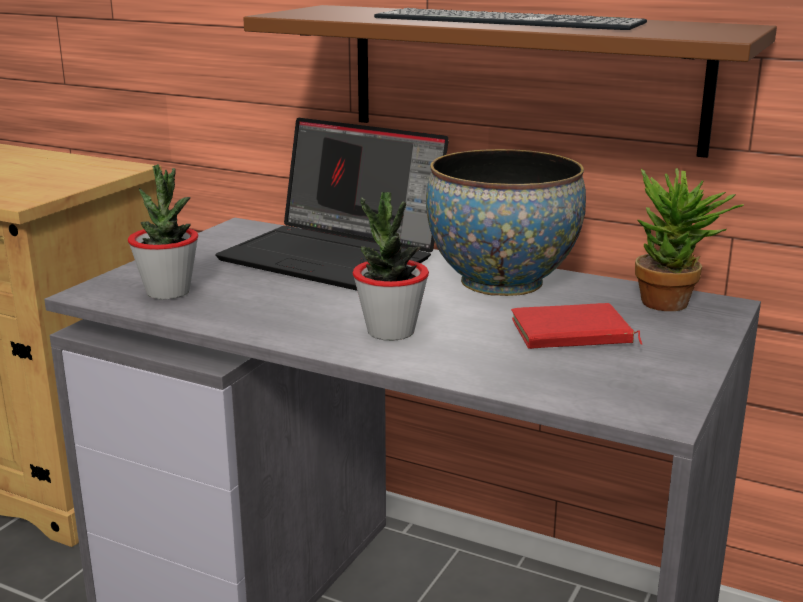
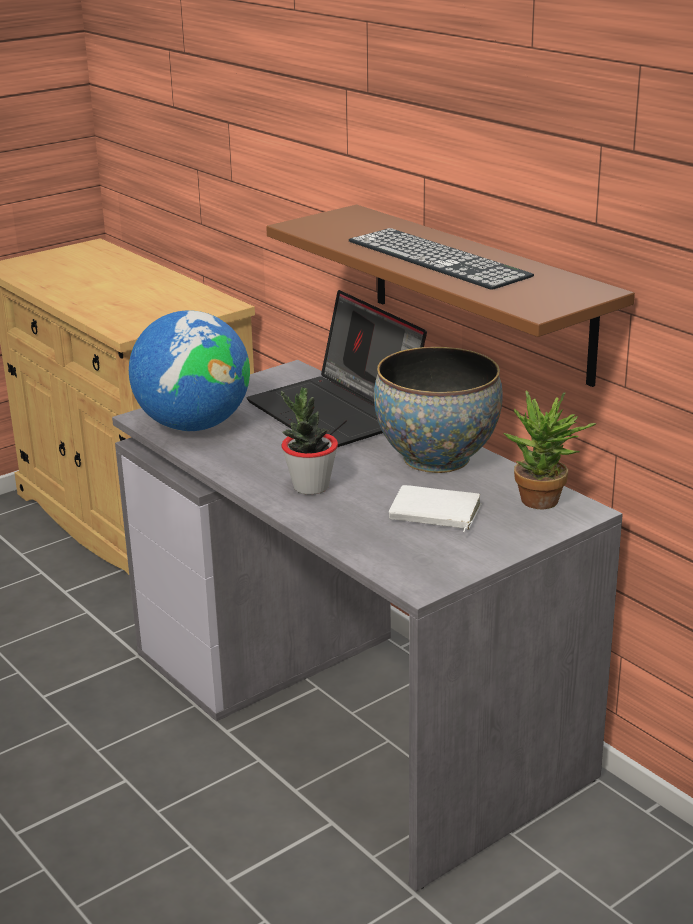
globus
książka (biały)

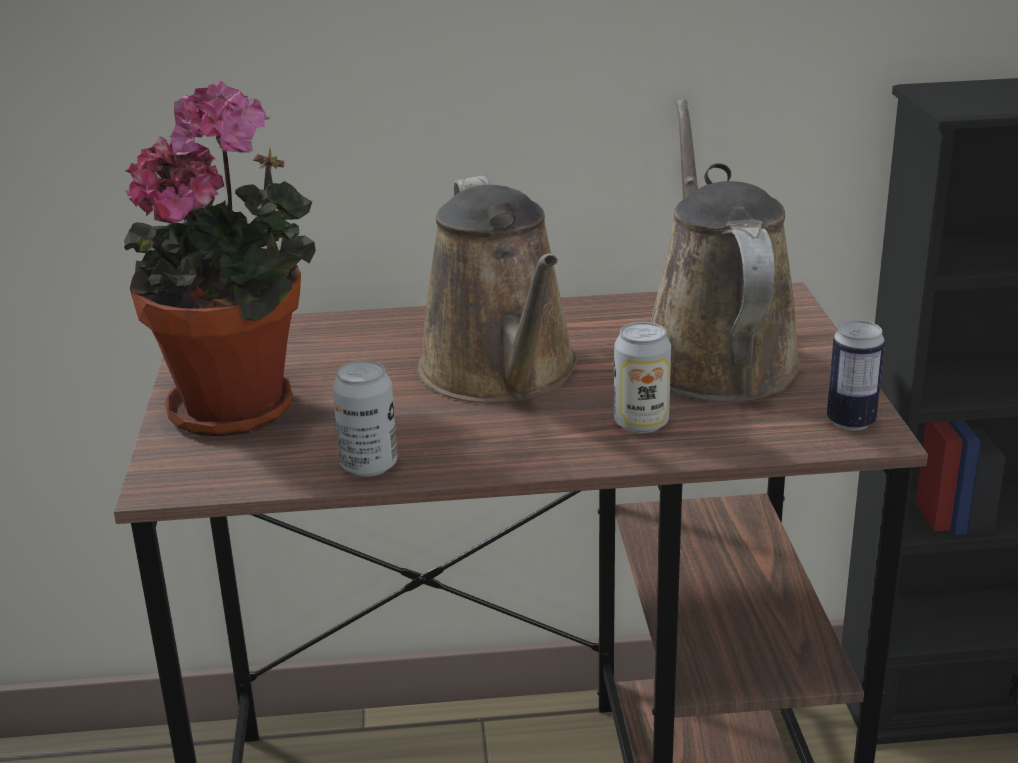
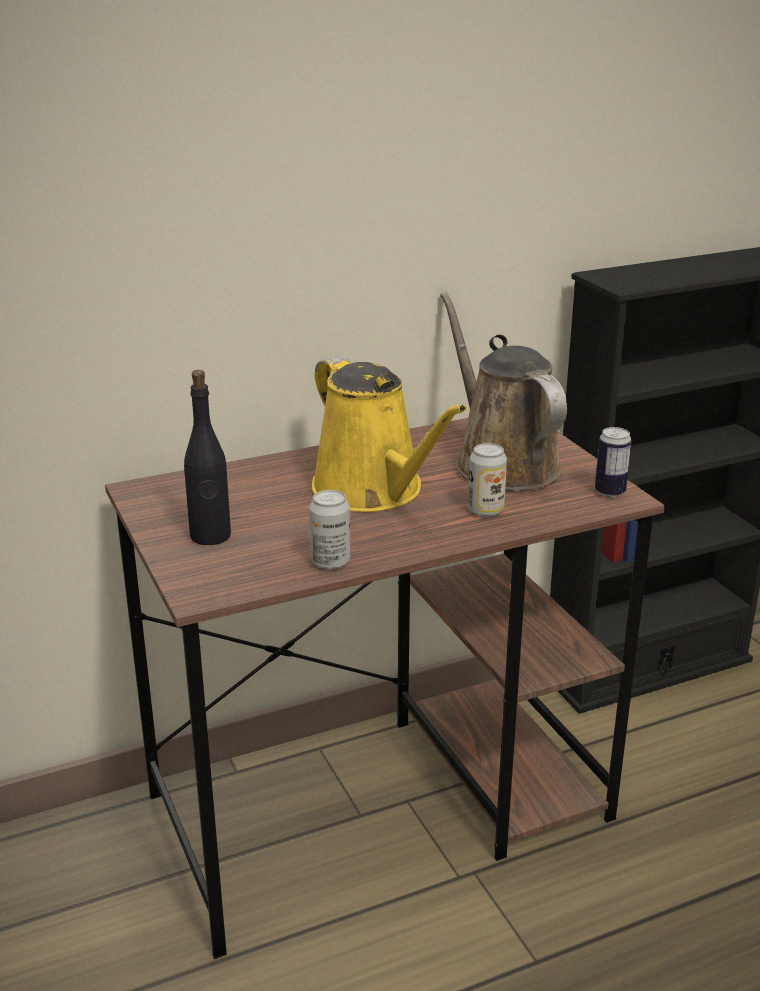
butelka (czarny)
konewka (żółty)

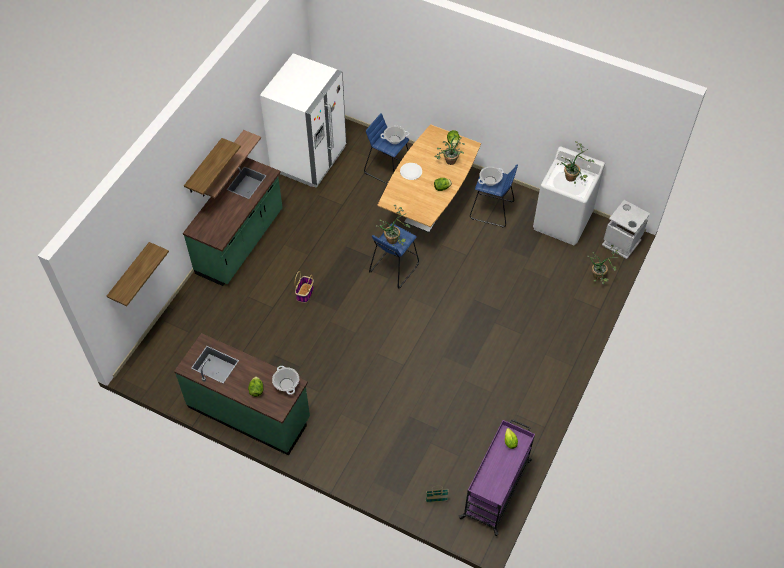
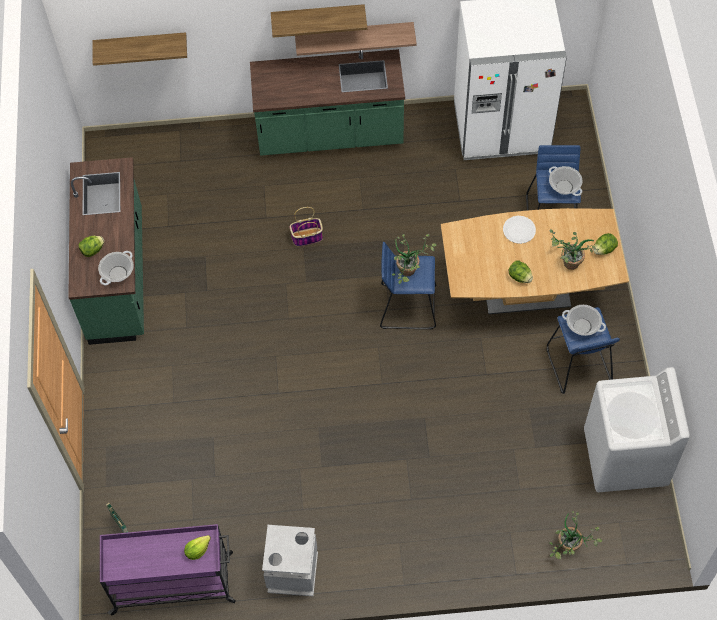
roślina doniczkowa (no. 3 from left in the first image)
kosz na śmieci (szary)

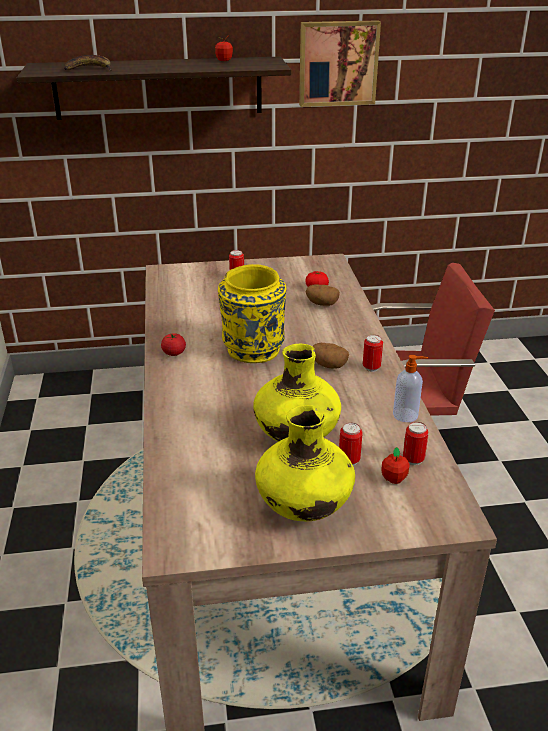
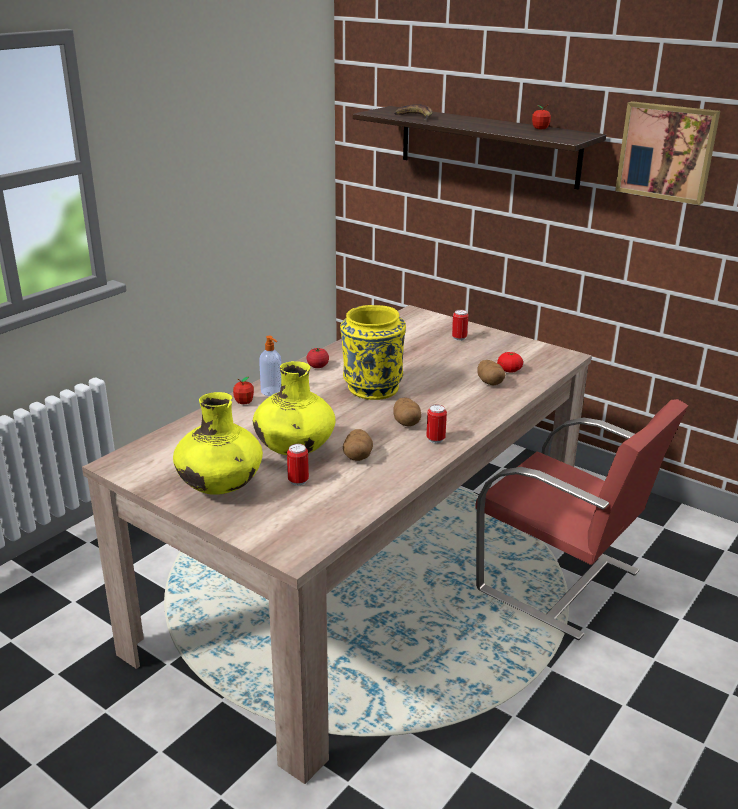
dozownik mydła
puszka (no. 4 from left in the first image)
jabłko (no. 1 from left)
ziemniak (no. 1 from left)

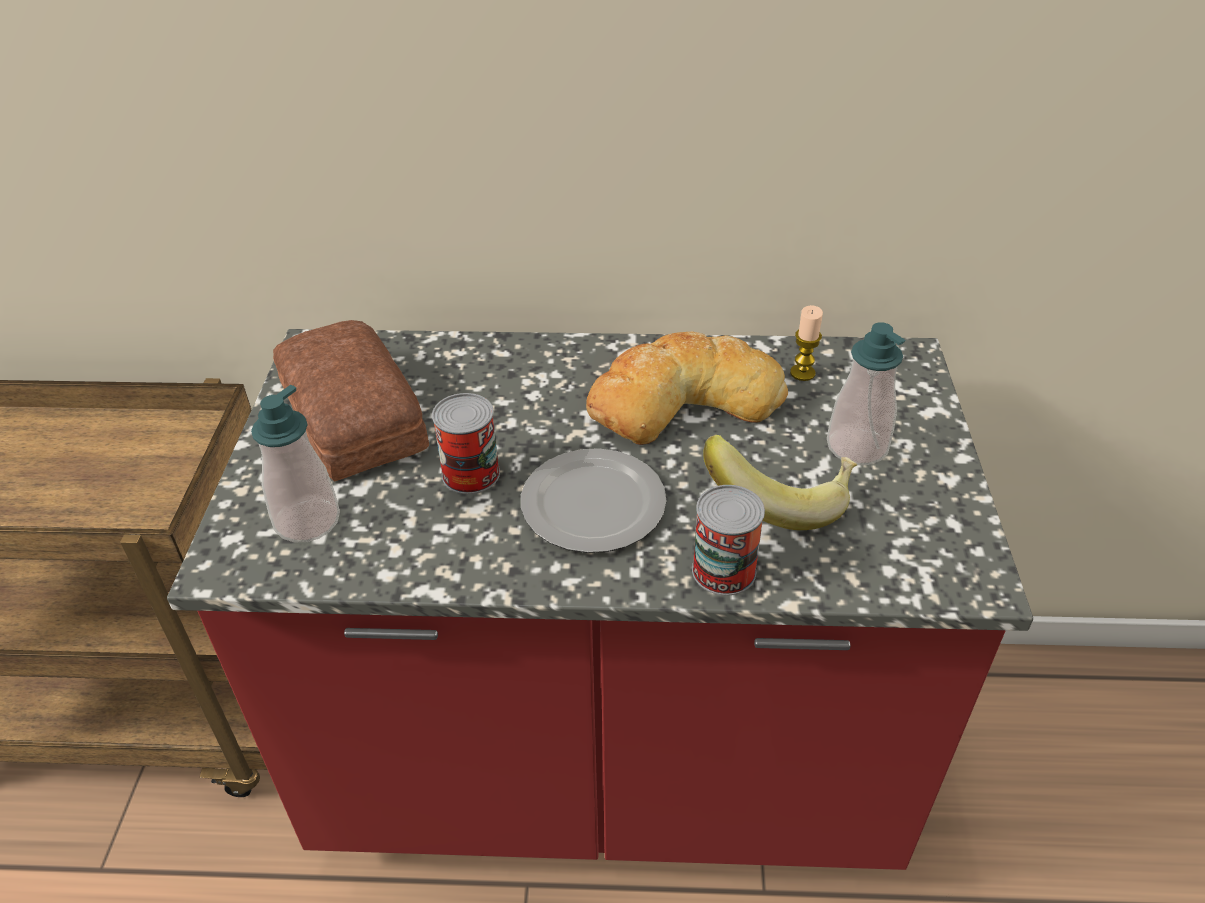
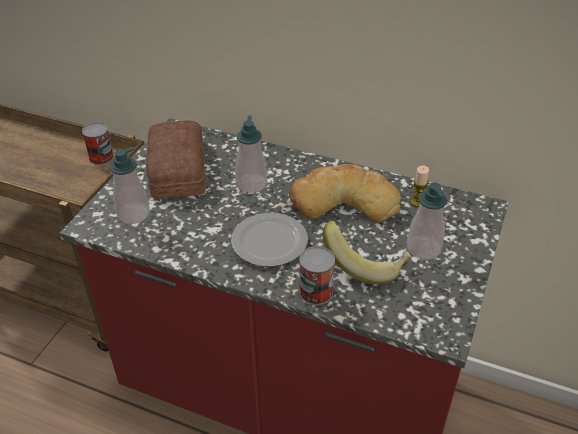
puszka (no. 1 from left)
dozownik mydła (no. 2 from left)

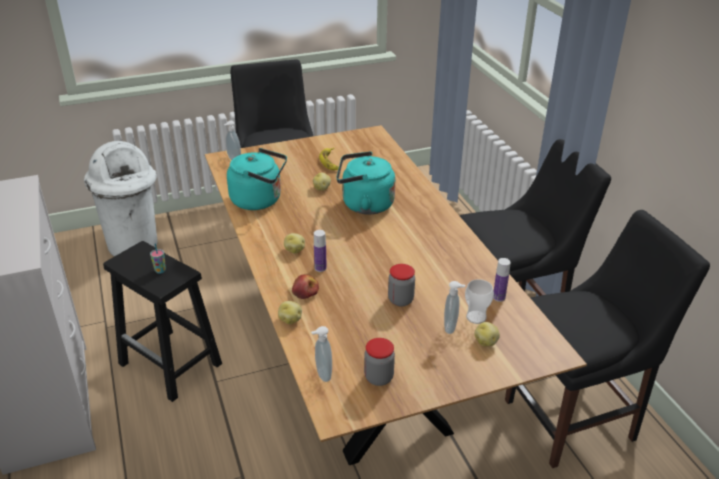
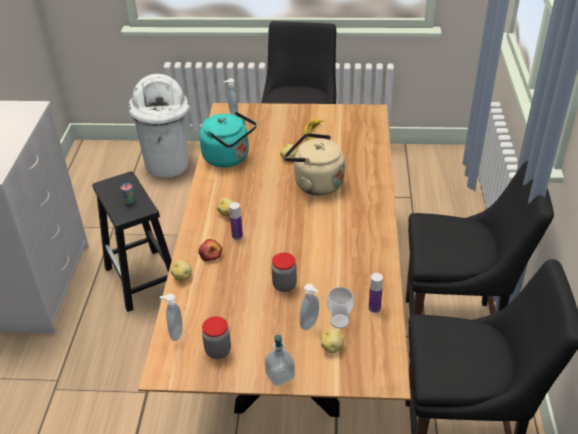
czajnik (beżowy)
dozownik mydła (no. 3 from left)

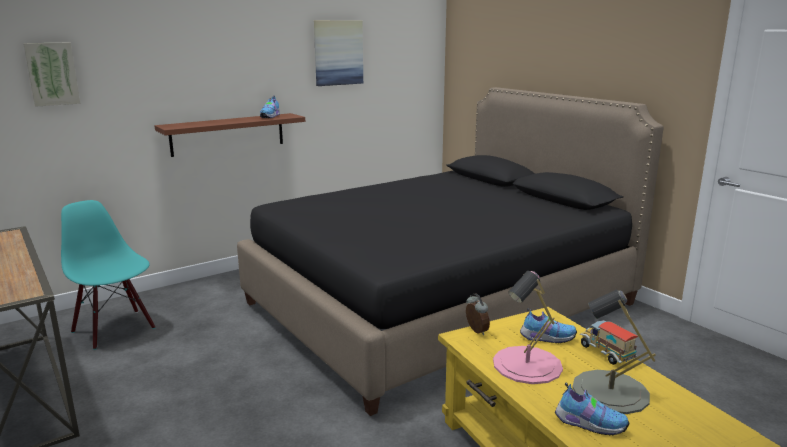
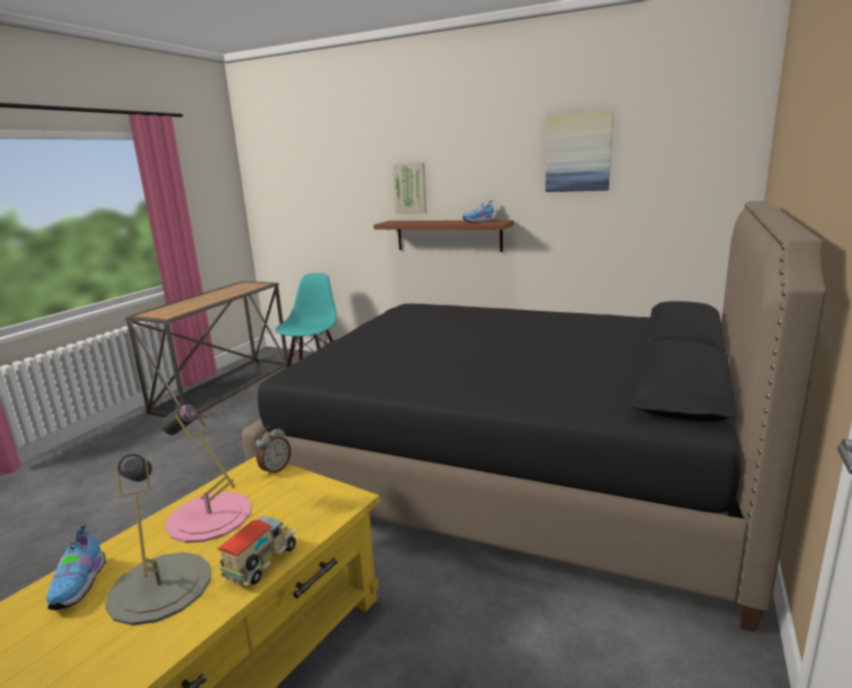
obraz (no. 1 from left)
but (no. 2 from left in the first image)

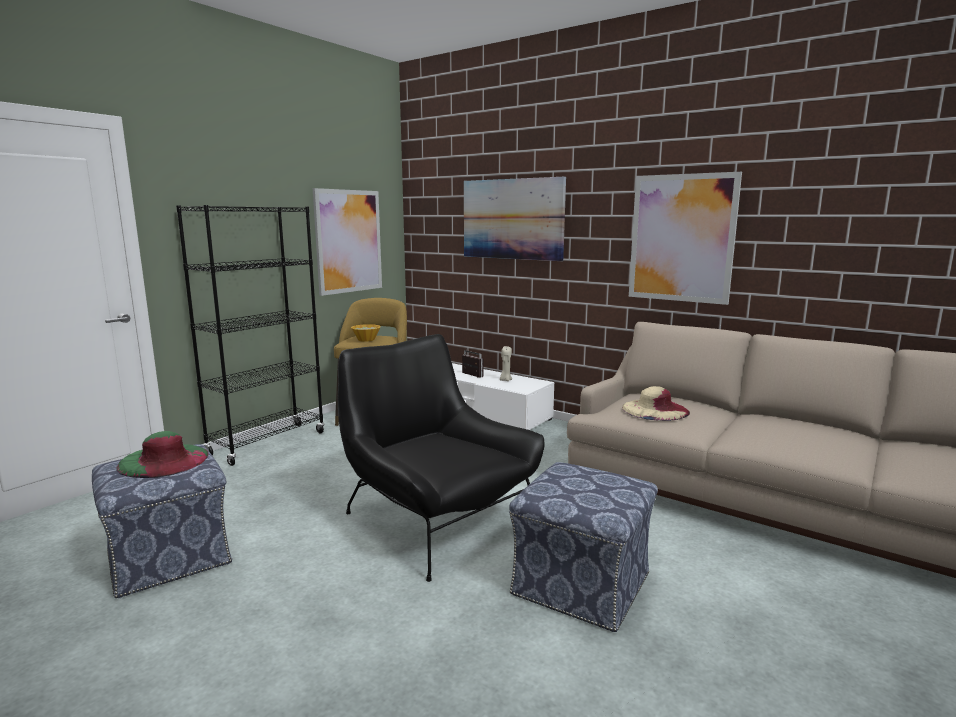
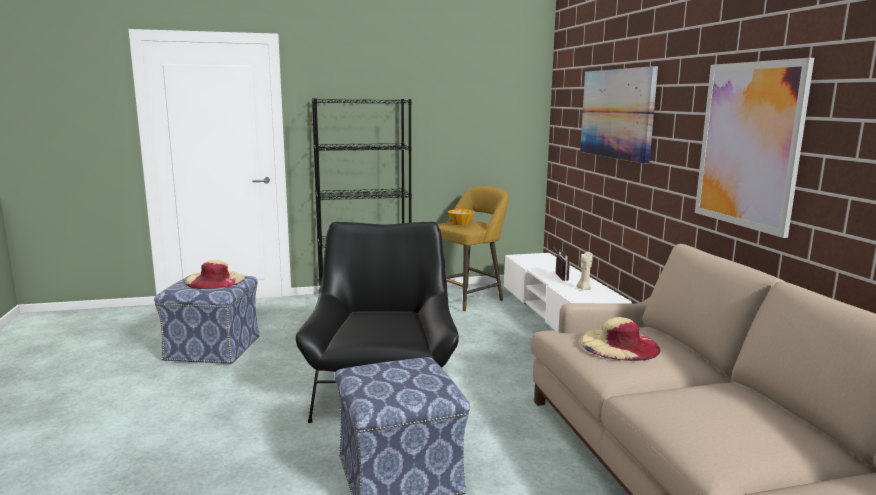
obraz (no. 1 from left in the first image)
kapelusz (beżowy) (no. 1 from left)

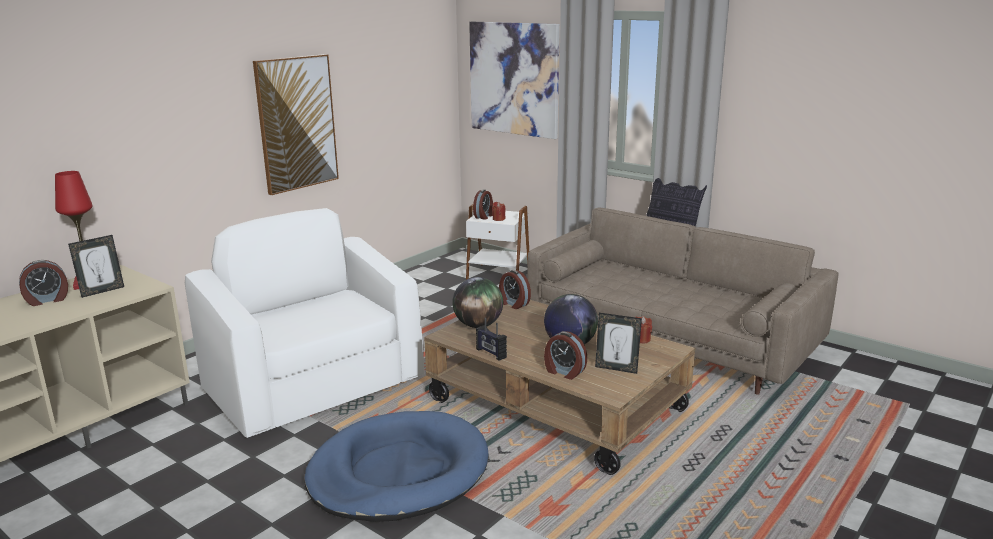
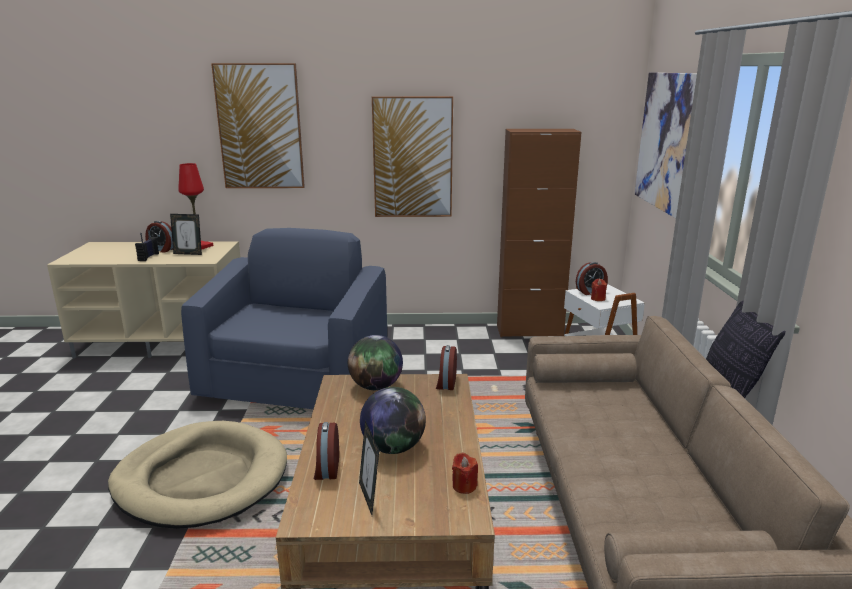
fotel (niebieski)
radio
legowisko (beżowy)
obraz (no. 1 from left)
szafka (brązowy)

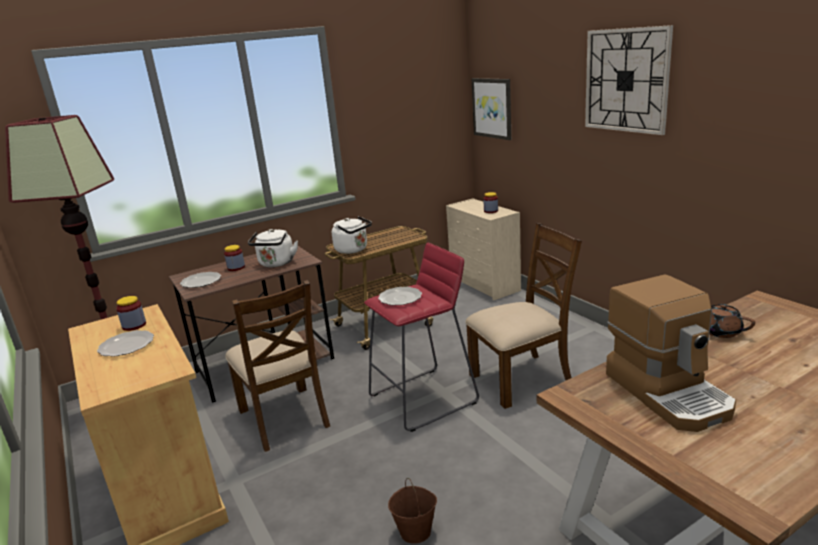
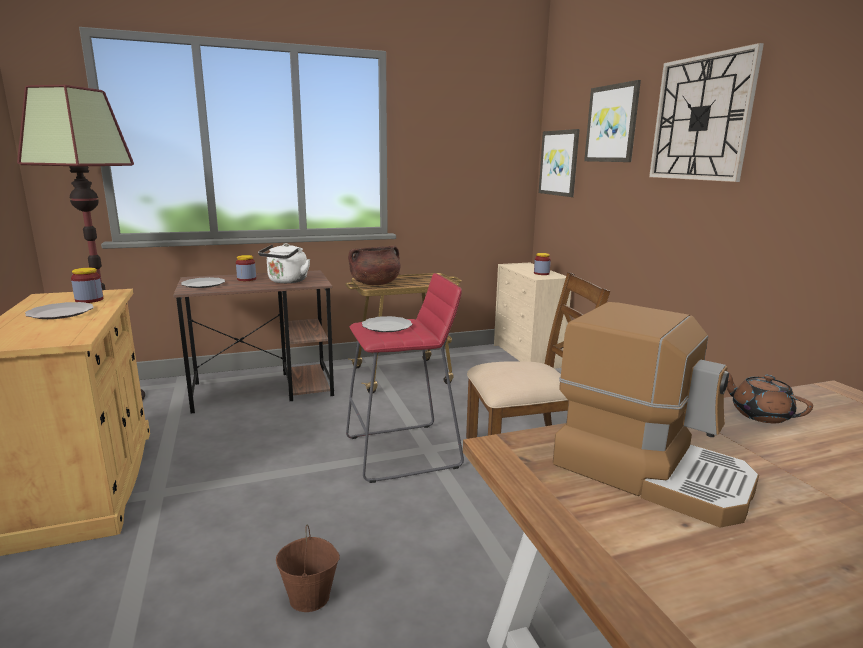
garnek (brązowy)
ekspres do kawy
krzesło (brązowy) (no. 1 from left in the first image)
obraz (no. 2 from left)

